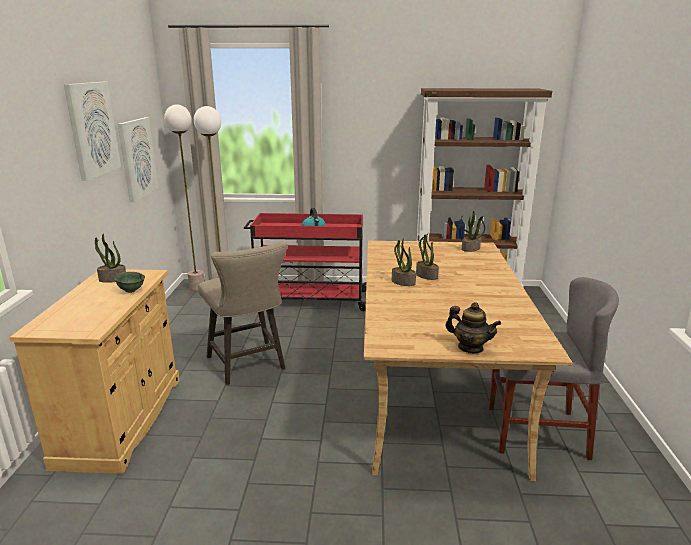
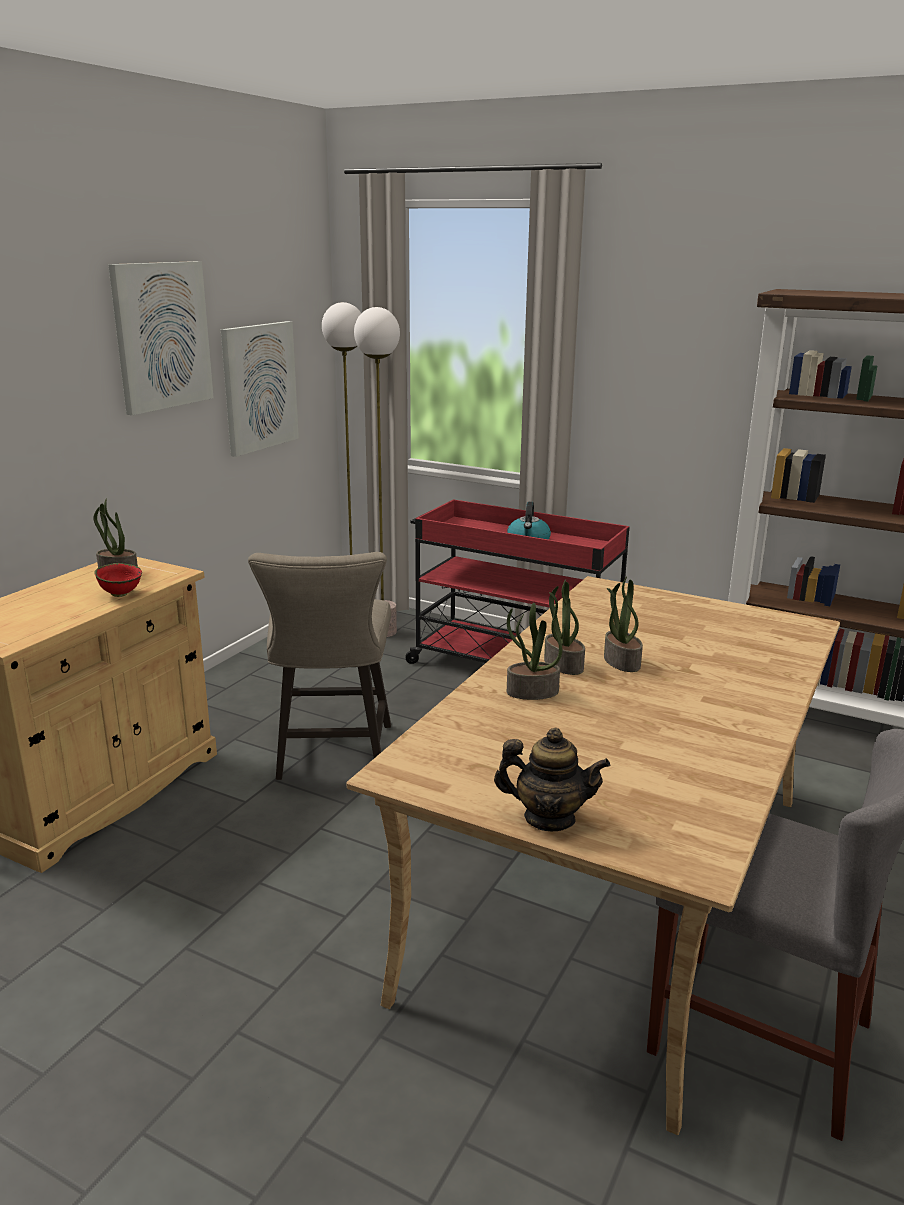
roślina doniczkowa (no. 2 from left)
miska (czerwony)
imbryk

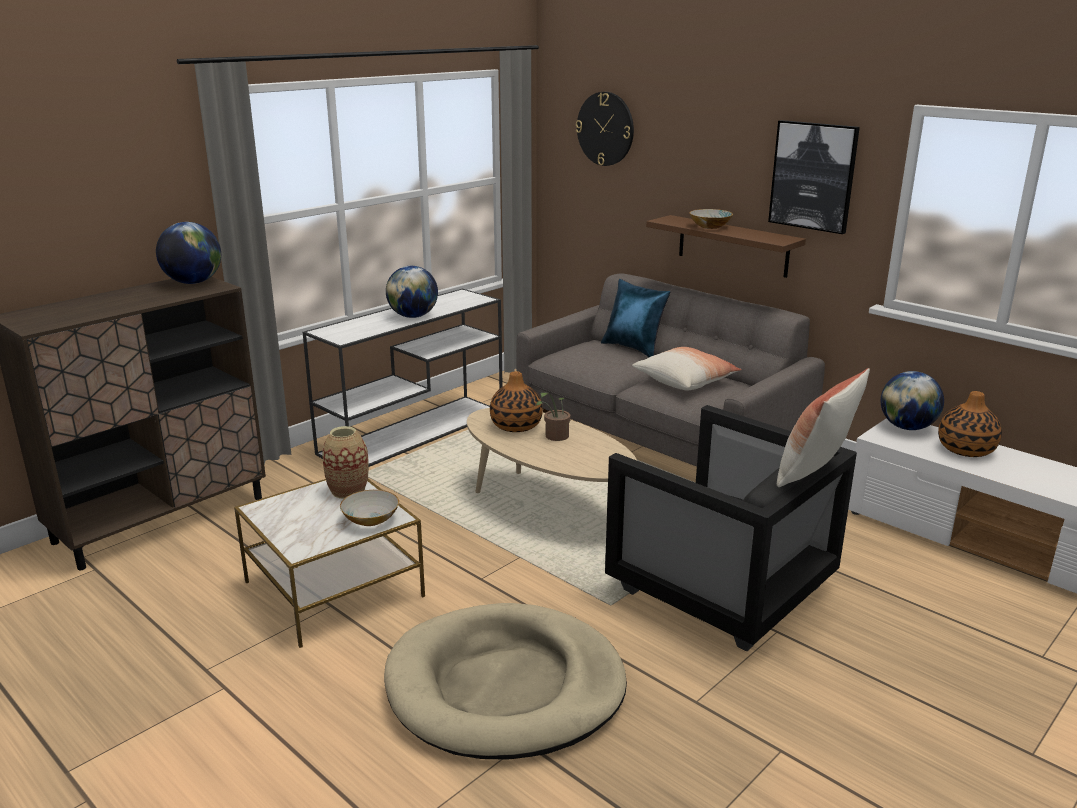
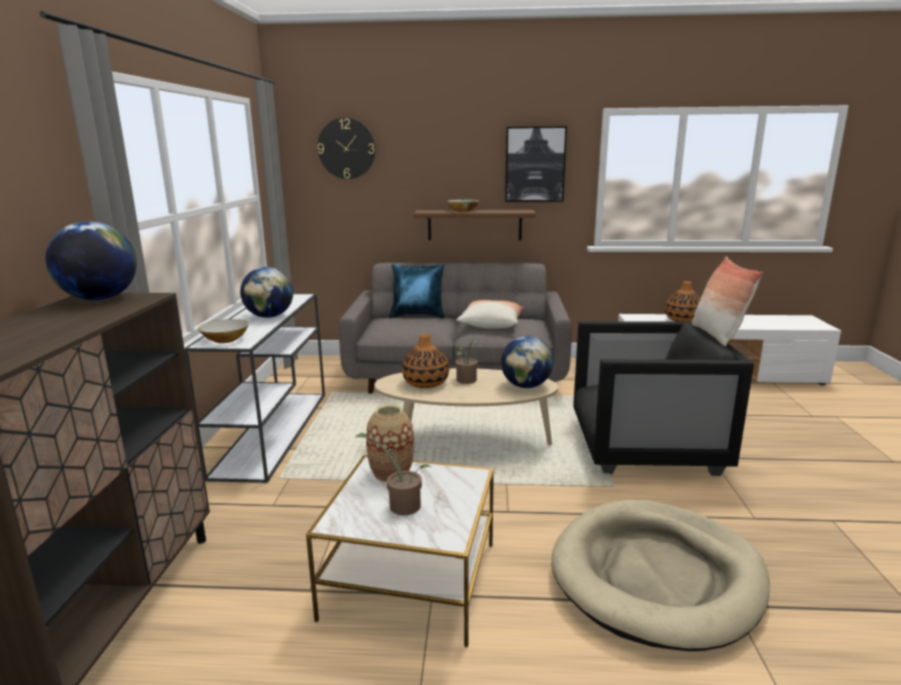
globus (no. 3 from left)
miska (no. 1 from left)
roślina doniczkowa (no. 1 from left)

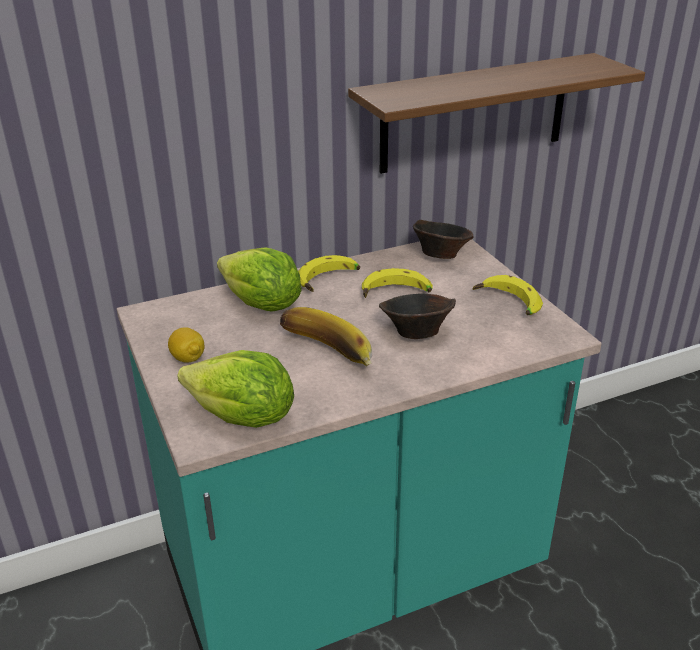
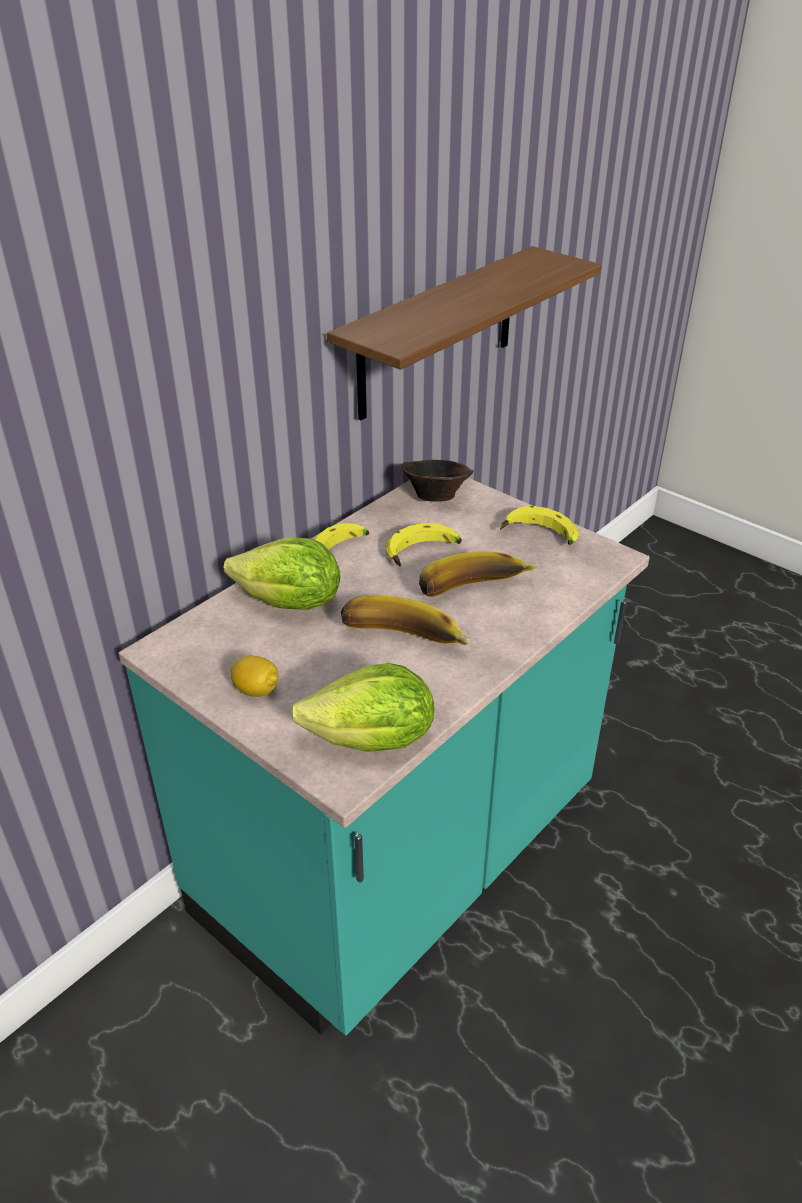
banan (no. 4 from left)

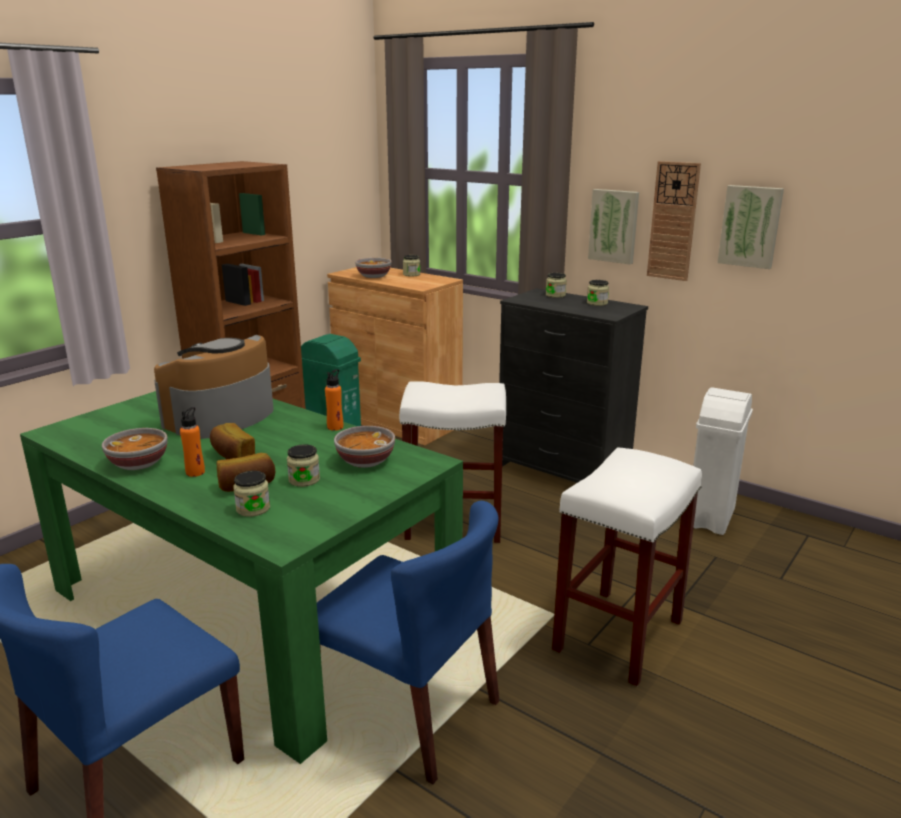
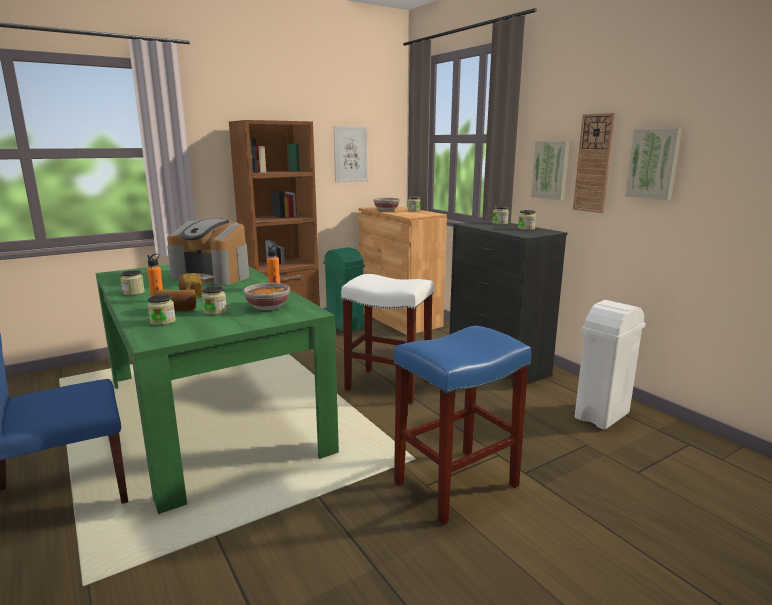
ekspres do kawy
słoik (no. 1 from left)
stołek (niebieski)
krzesło (niebieski) (no. 2 from left in the first image)
obraz (no. 1 from left)

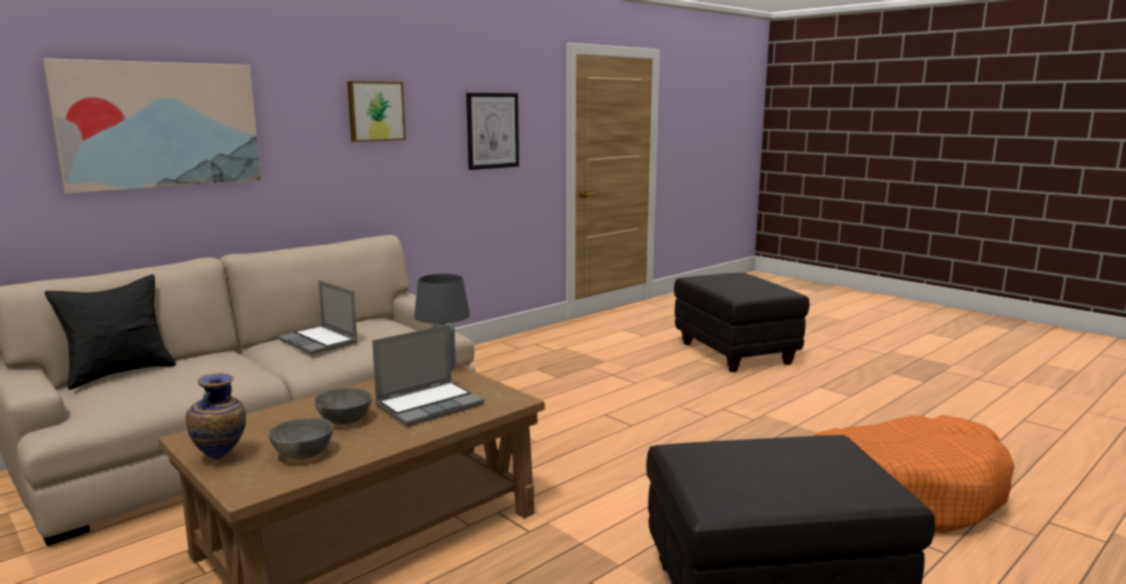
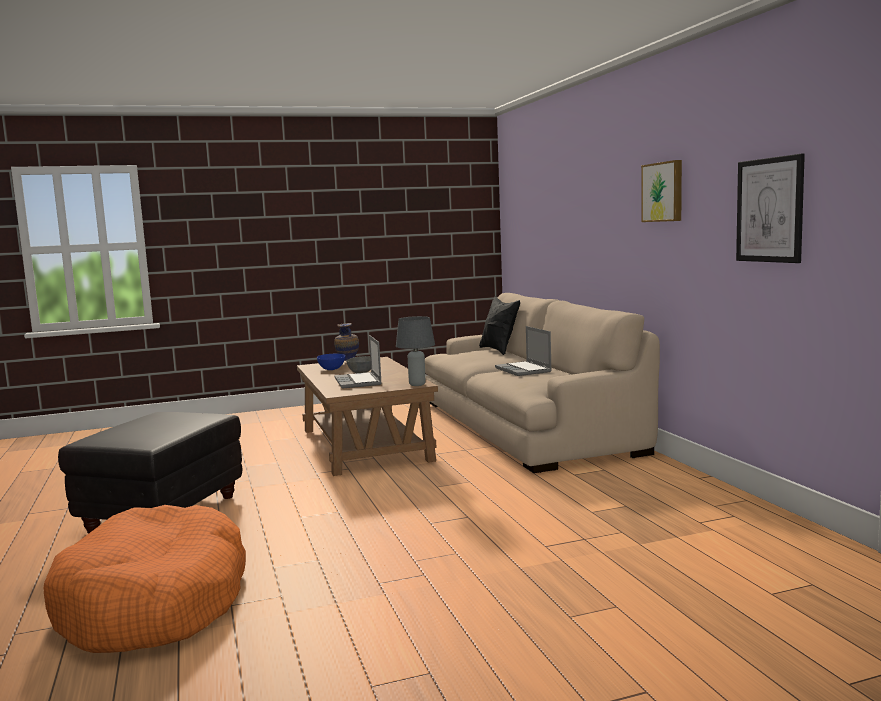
obraz (no. 1 from left in the first image)
pufa (czarny) (no. 1 from left in the first image)
laptop (no. 2 from left)
miska (niebieski)

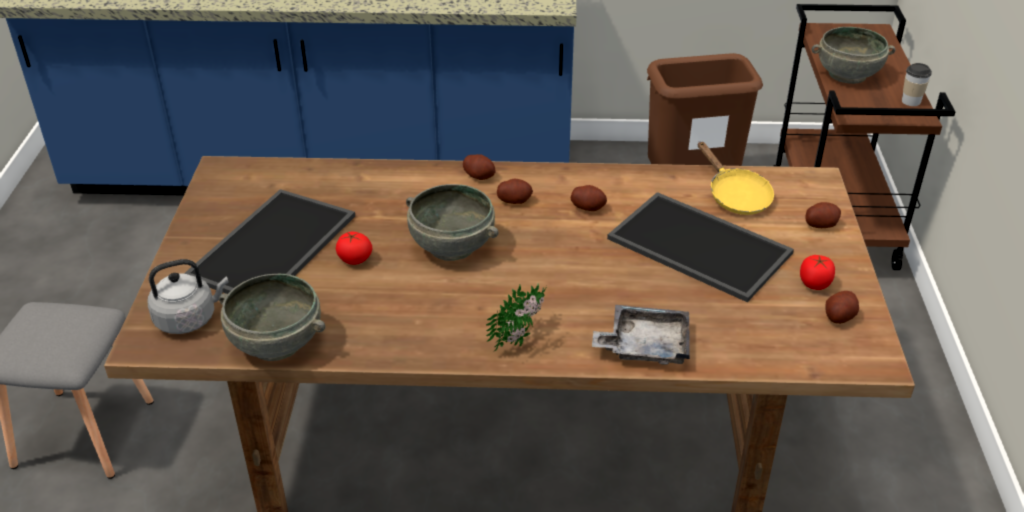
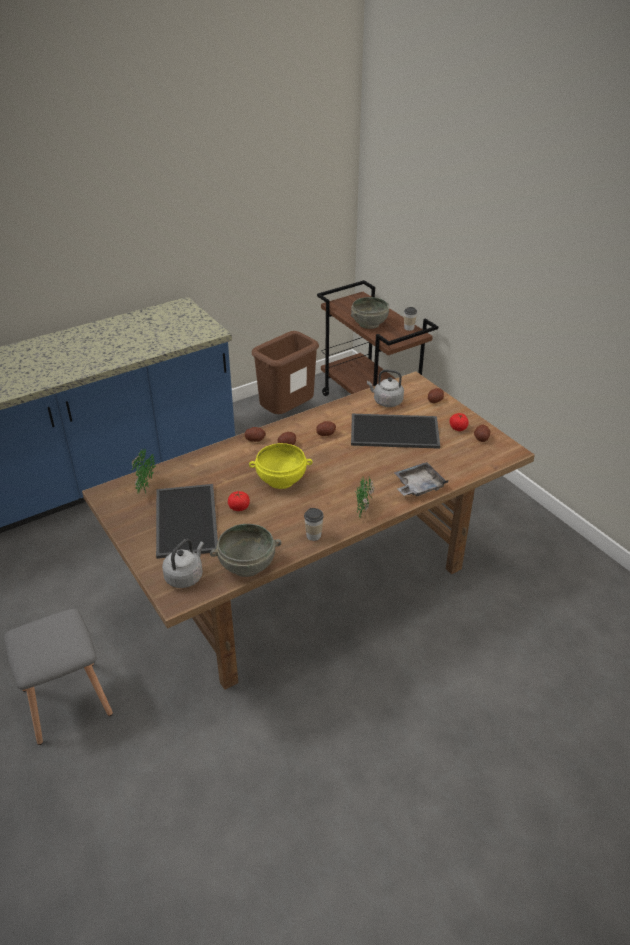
czajnik (szary) (no. 2 from left)
miska (żółty)
roślina doniczkowa (no. 1 from left)
filiżanka (no. 1 from left)

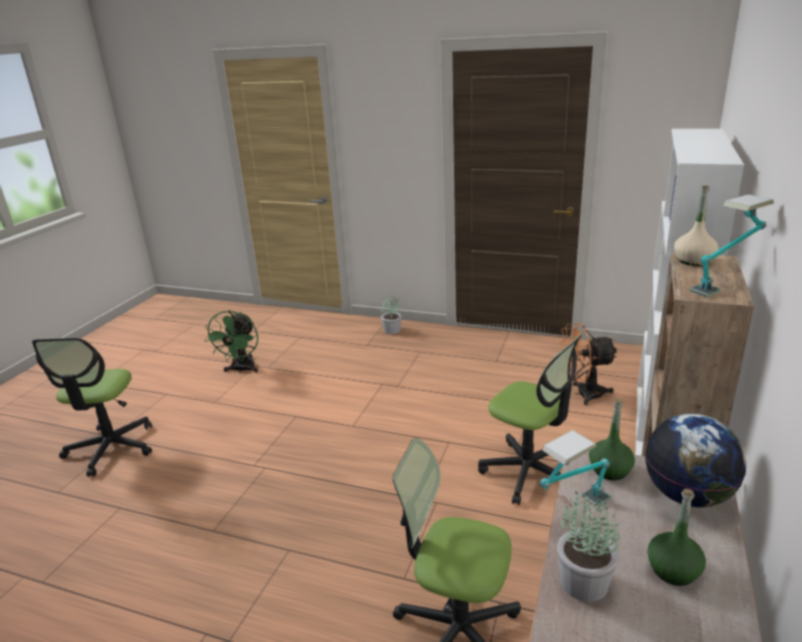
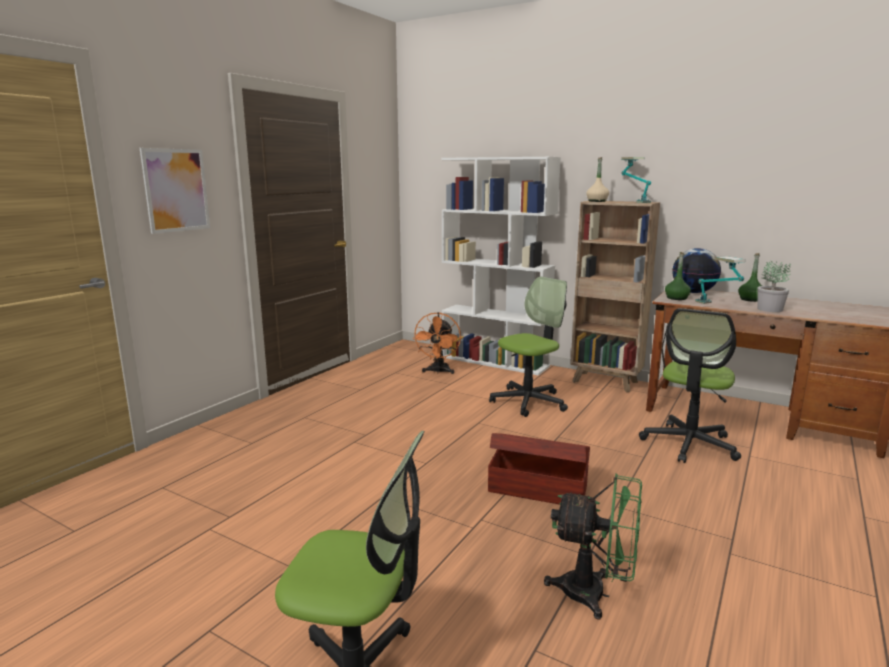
roślina doniczkowa (no. 1 from left in the first image)
wentylator (zielony)
obraz
pojemnik do przechowywania (brązowy)

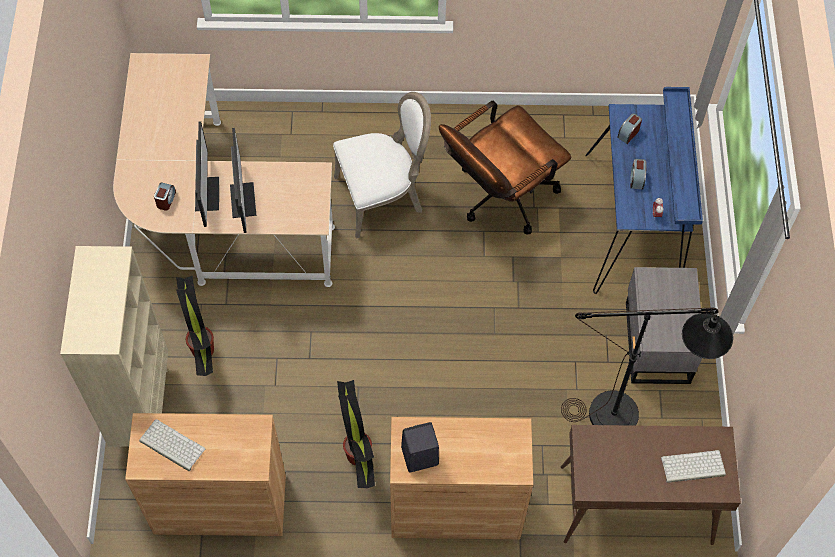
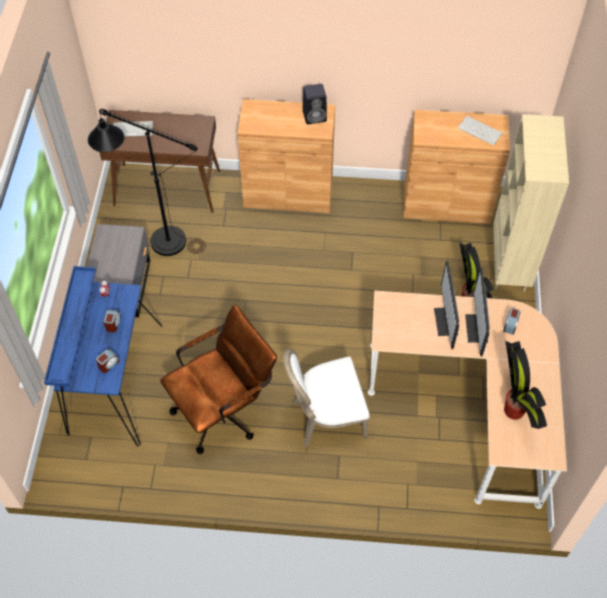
roślina doniczkowa (no. 2 from left)

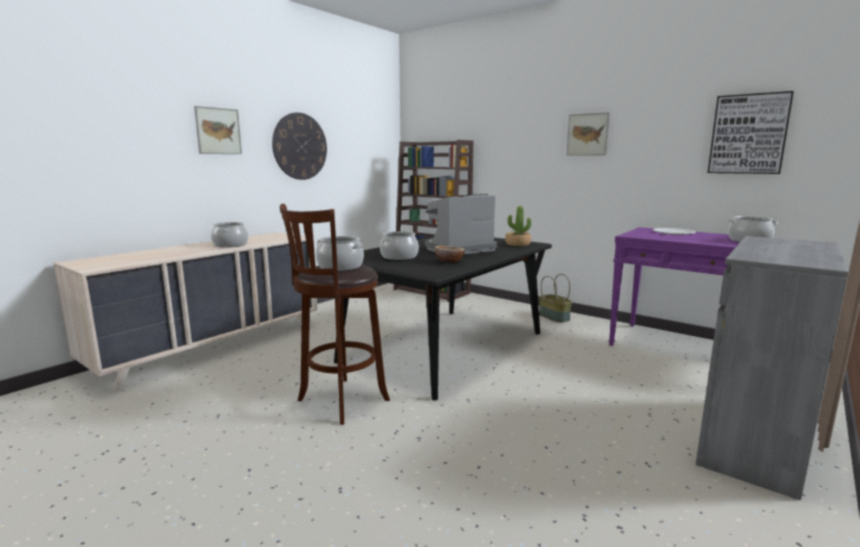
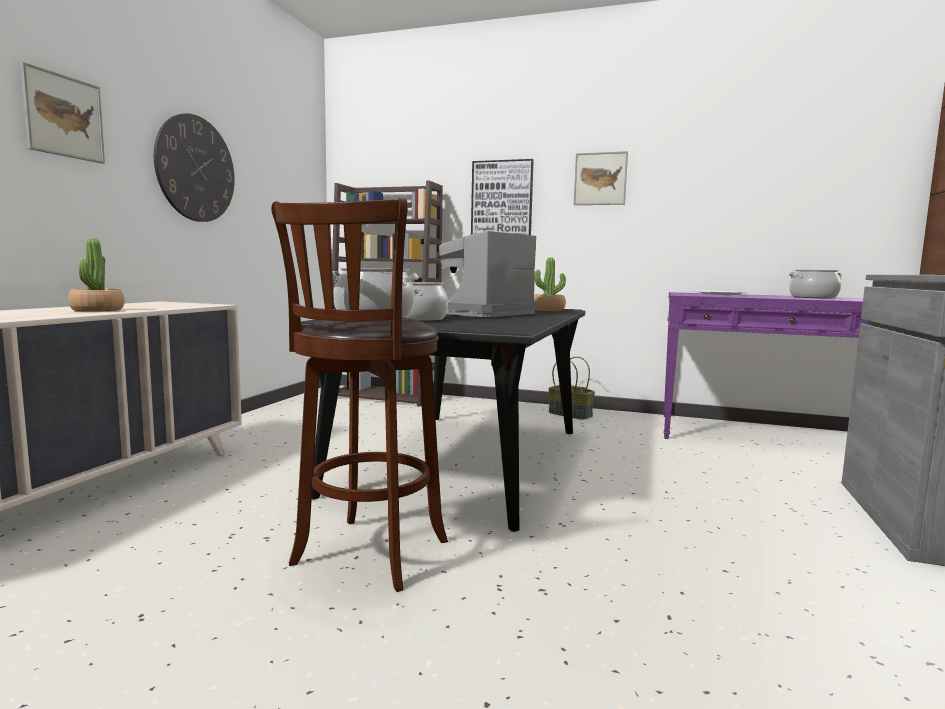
obraz (no. 2 from left)
roślina doniczkowa (no. 1 from left)
miska

